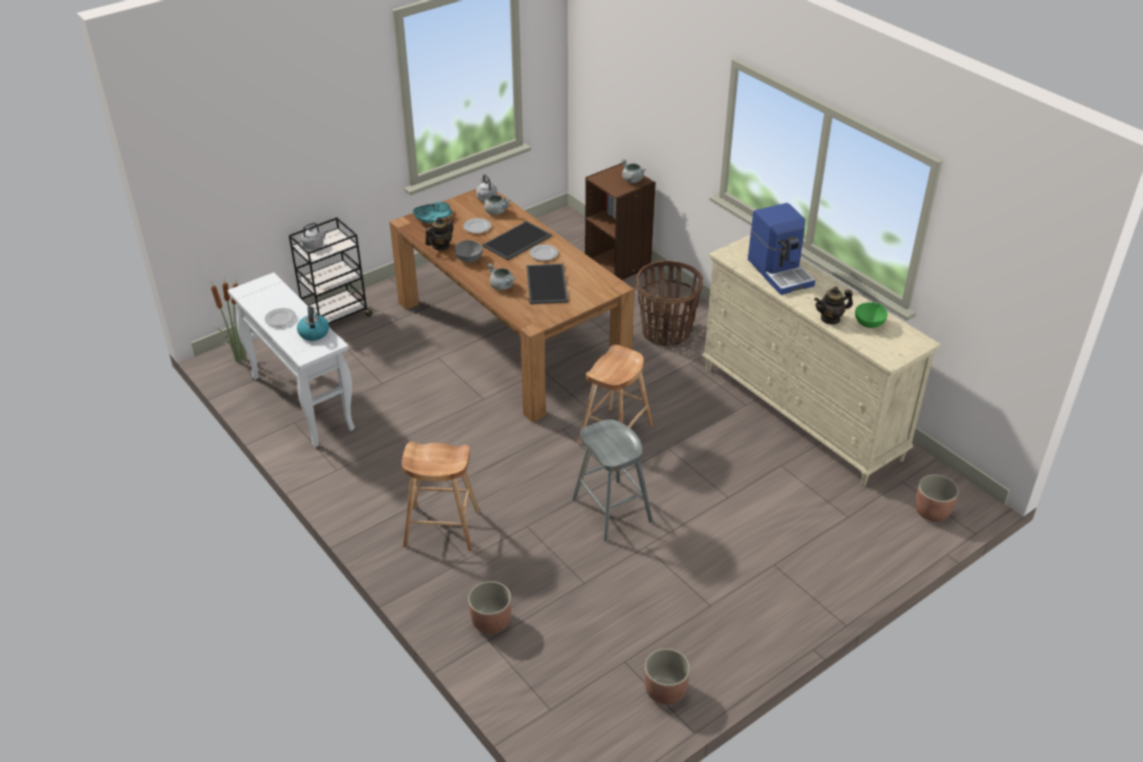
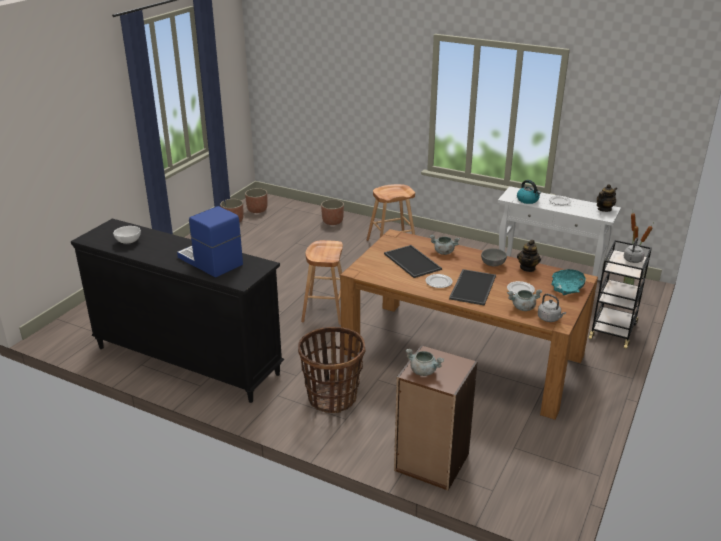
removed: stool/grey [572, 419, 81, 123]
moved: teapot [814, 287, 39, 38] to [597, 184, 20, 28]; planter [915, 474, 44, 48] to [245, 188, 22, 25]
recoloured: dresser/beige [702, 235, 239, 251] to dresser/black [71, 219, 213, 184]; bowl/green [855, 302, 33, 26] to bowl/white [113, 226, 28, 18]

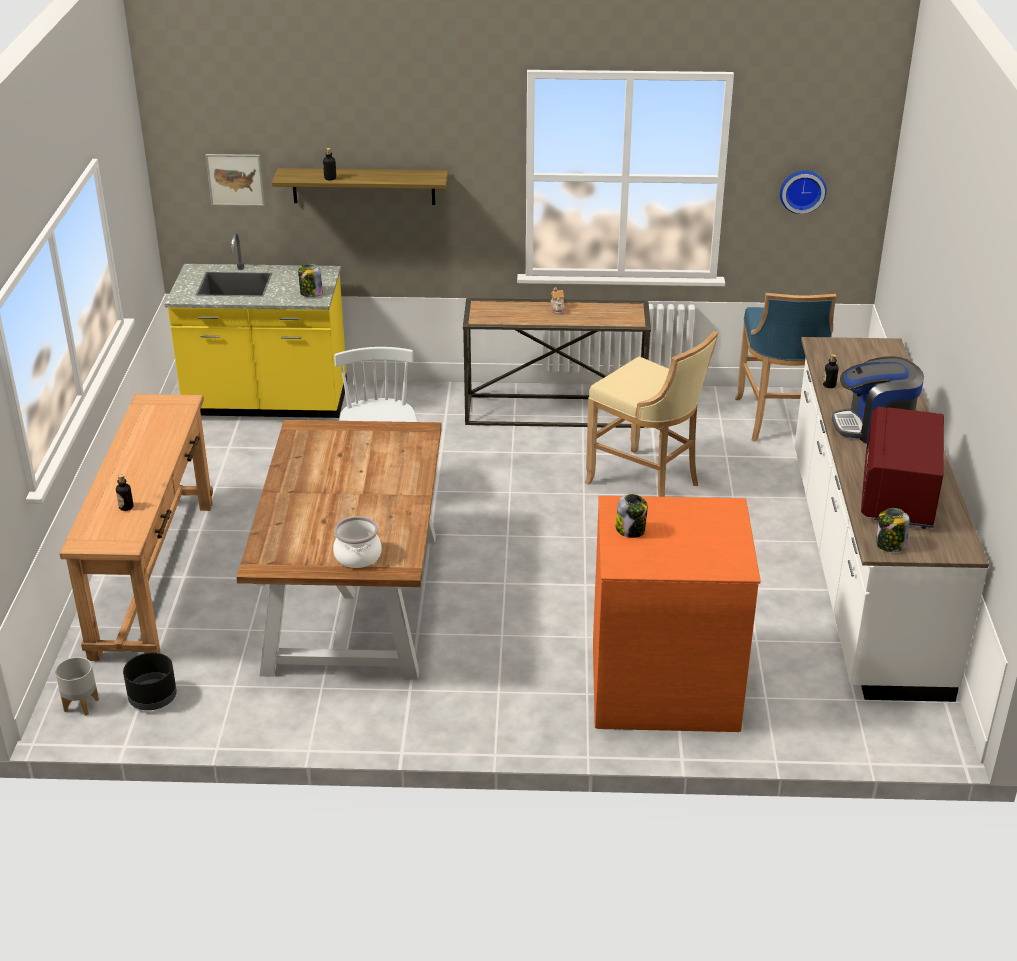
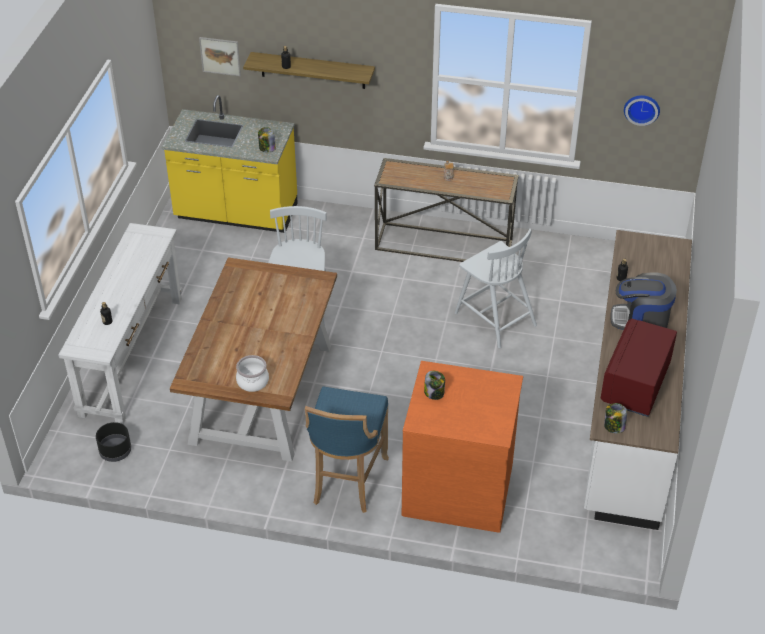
removed: planter/grey [55, 657, 44, 59]
moved: stool/blue [735, 293, 101, 149] to [305, 387, 84, 126]
replaced: stool/beige [584, 331, 134, 166] to chair/white [455, 229, 82, 119]
recoloured: console table/brown [59, 394, 154, 267] to console table/white [58, 223, 124, 201]

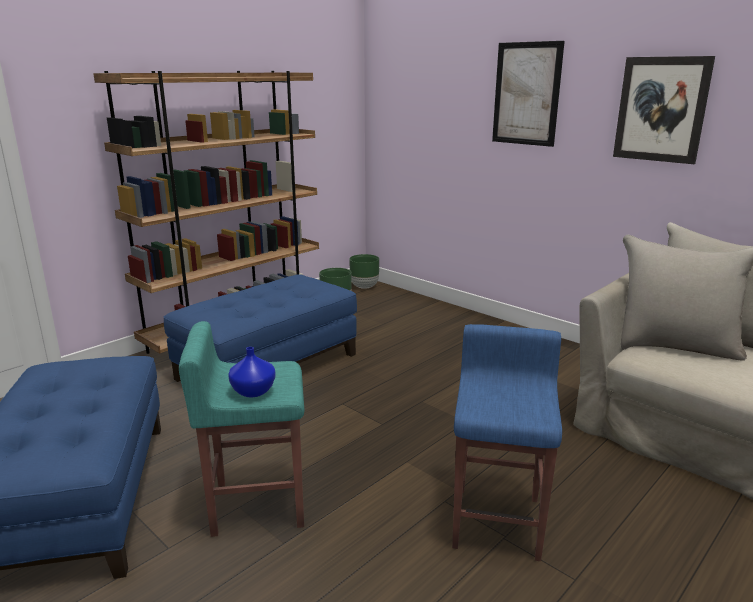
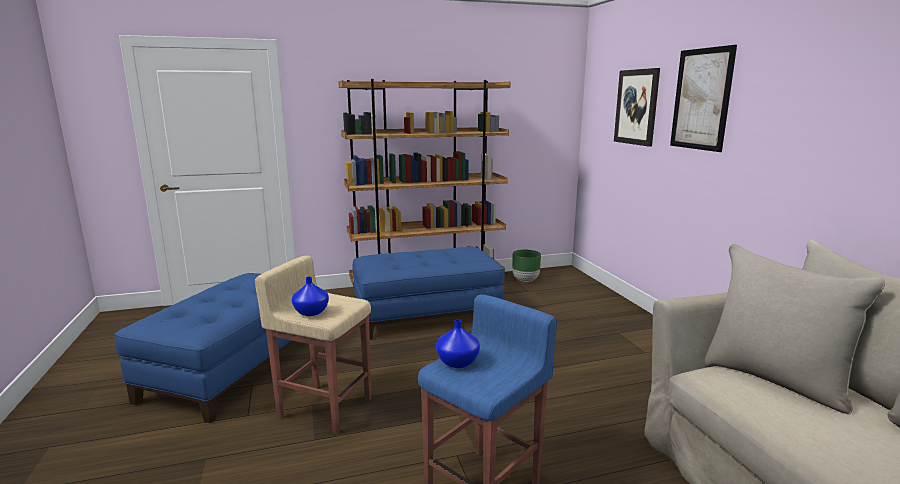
removed: planter/green [349, 254, 30, 35]
added: vase/blue [436, 319, 44, 49]
moved: picture [613, 56, 102, 108] to [614, 68, 46, 79]
recoloured: stool/turquoise [179, 321, 125, 216] to stool/beige [255, 256, 116, 178]

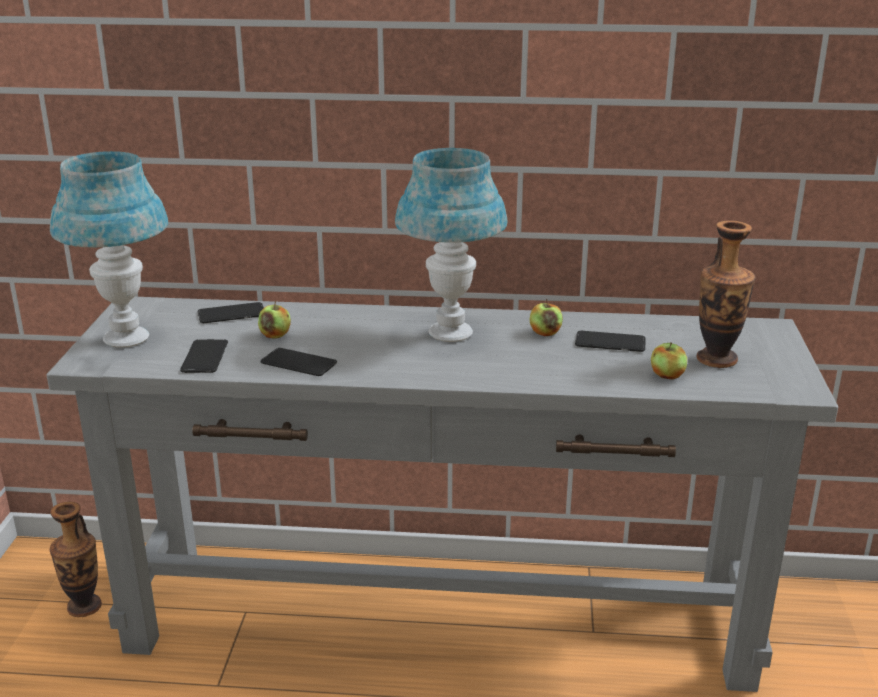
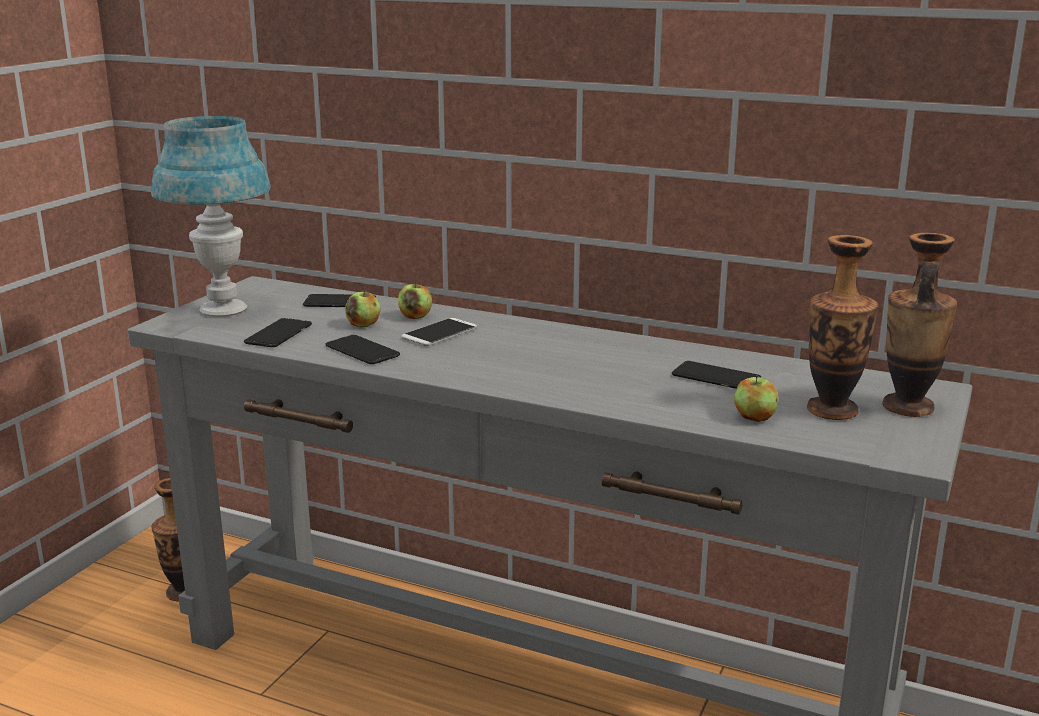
removed: table lamp/blue [395, 148, 113, 194]
added: phone [402, 318, 75, 28]; vase [882, 233, 75, 184]
moved: apple [529, 299, 34, 37] to [398, 279, 34, 40]

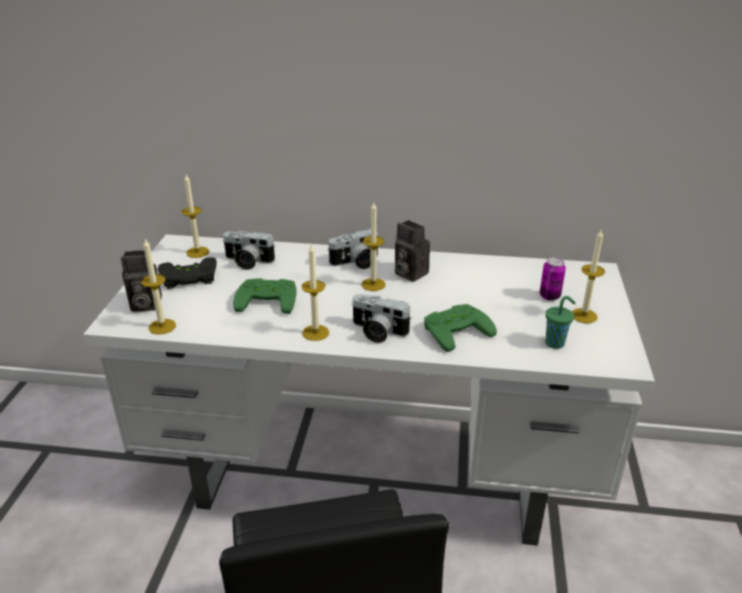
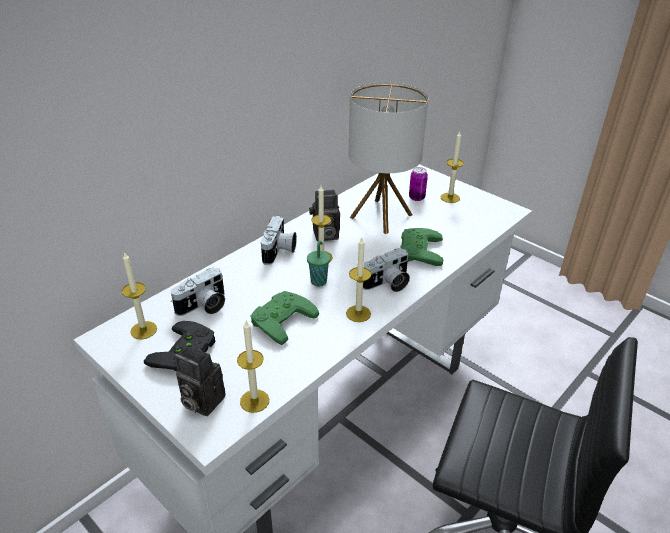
added: table lamp [349, 82, 79, 152]
moved: cup/green [545, 296, 31, 53] to [307, 241, 23, 46]
turned: photo camera [121, 250, 41, 62] = [175, 345, 51, 71] 90 degrees clockwise

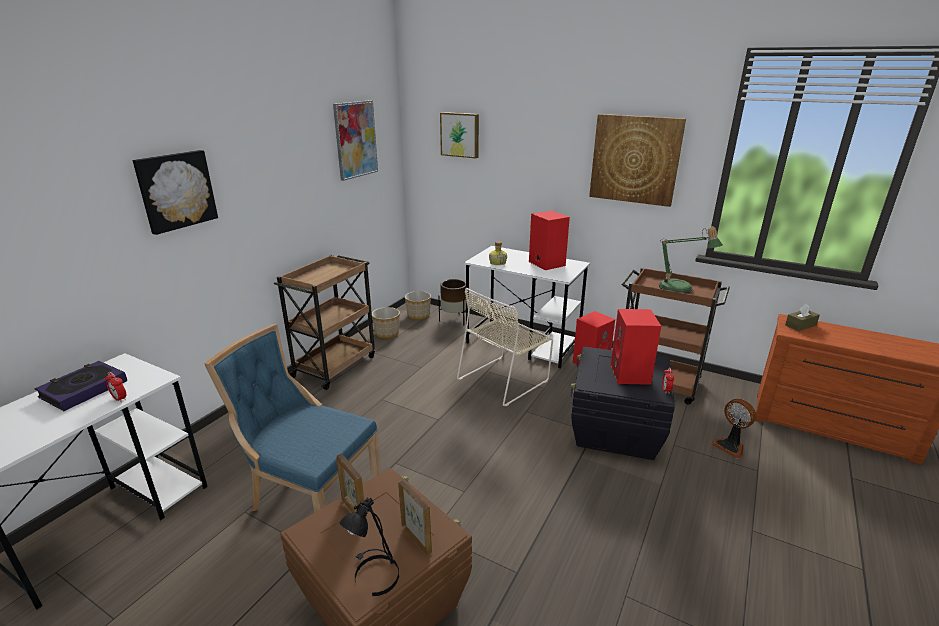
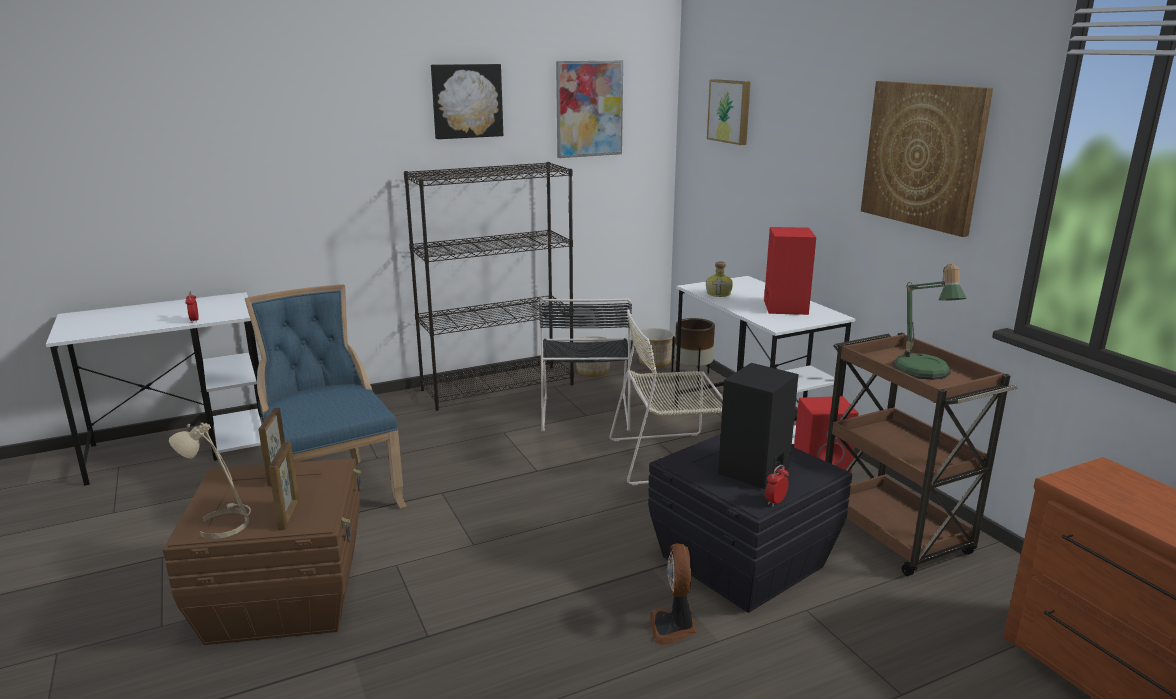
removed: book [34, 361, 93, 50]; tissue box/brown [785, 303, 35, 28]
added: chair/black [539, 298, 93, 134]
moved: picture [133, 150, 85, 85] to [431, 64, 72, 75]; fan [711, 399, 45, 59] to [650, 543, 47, 102]
replaced: cart/brown [274, 255, 101, 135] to bookcase/black [404, 162, 170, 249]
recoloured: table lamp/black [340, 497, 59, 99] to table lamp/beige [169, 422, 82, 117]; speaker/red [611, 309, 50, 76] to speaker/black [718, 363, 81, 126]

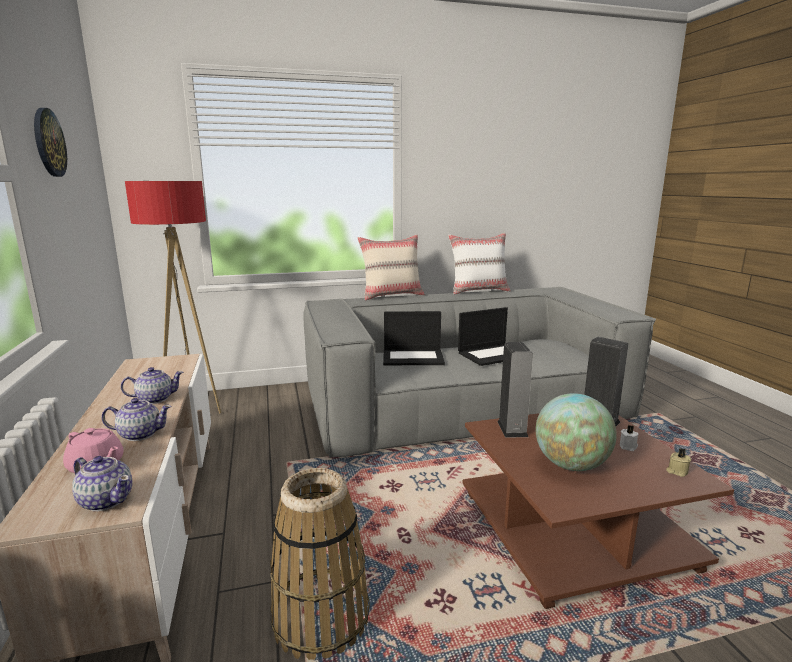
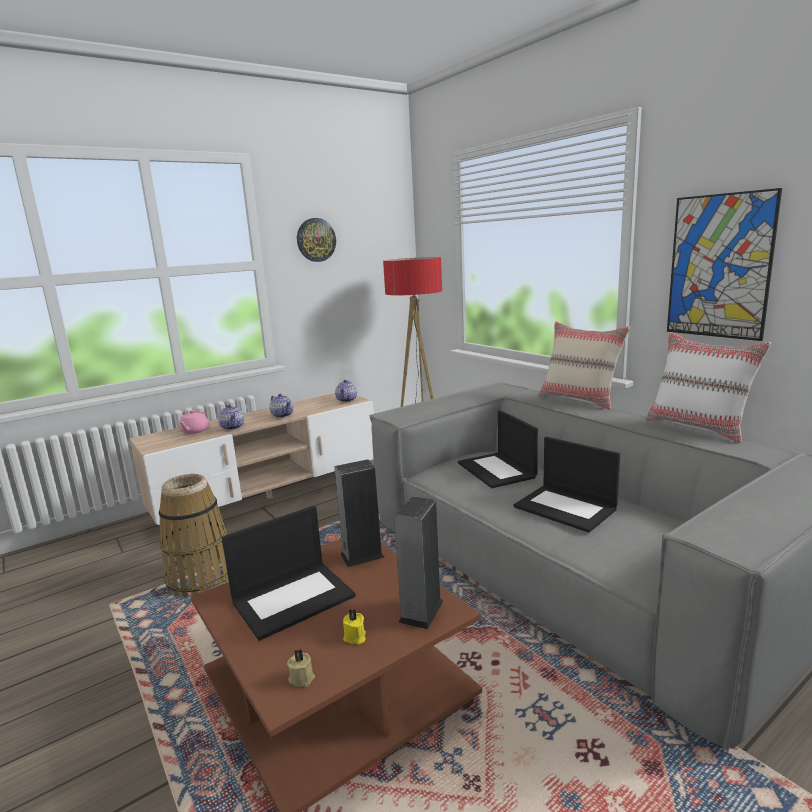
added: picture [667, 188, 115, 153]
moved: teapot [72, 456, 61, 55] to [335, 380, 22, 22]
replaced: globe [536, 393, 81, 78] to laptop [222, 506, 134, 135]
recoloured: candle/white [620, 425, 18, 26] to candle/yellow [343, 608, 23, 37]

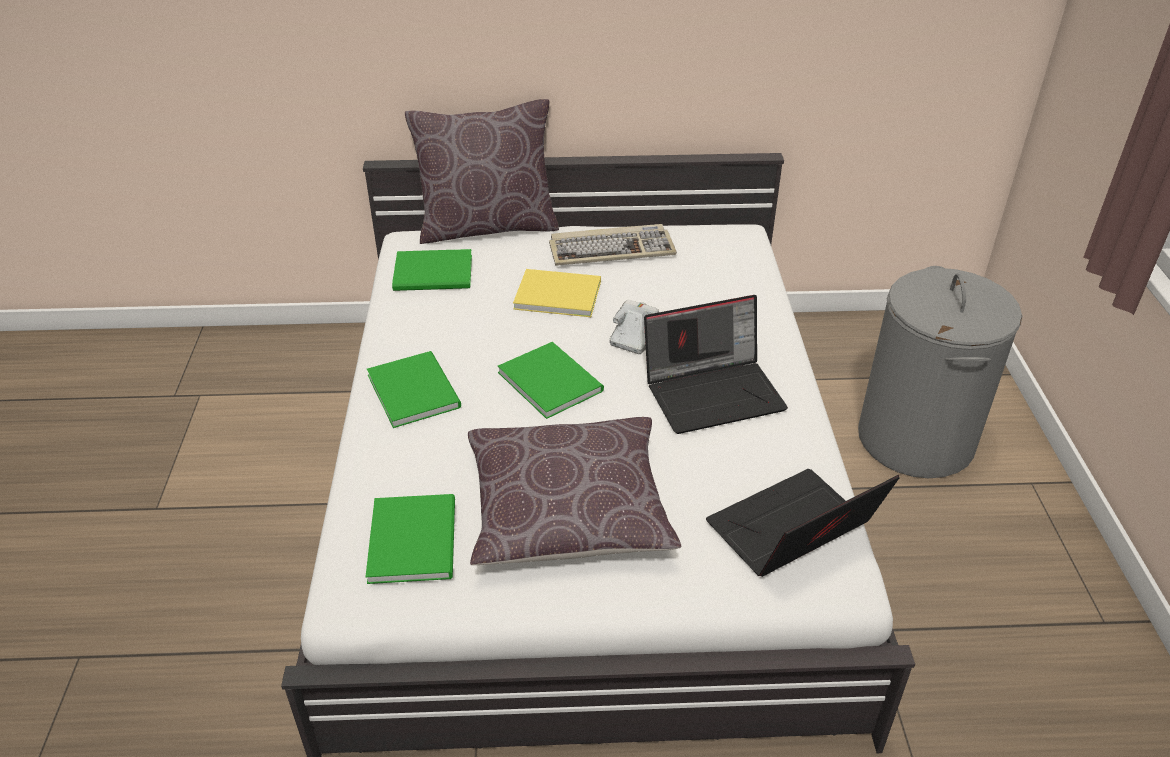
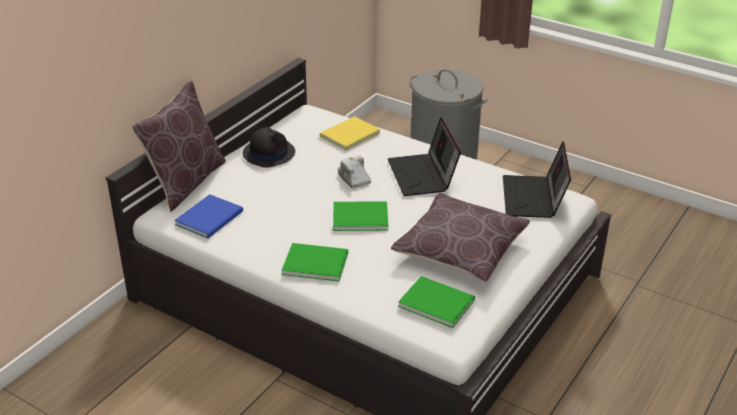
moved: book/yellow [513, 269, 88, 48] to [320, 116, 60, 35]
replaced: keyboard [549, 224, 128, 42] to hat/black [243, 127, 52, 41]
recoloured: book/green [392, 249, 80, 42] to book/blue [174, 194, 69, 44]
turned: laptop [644, 295, 144, 139] = [388, 117, 73, 79] 150 degrees clockwise

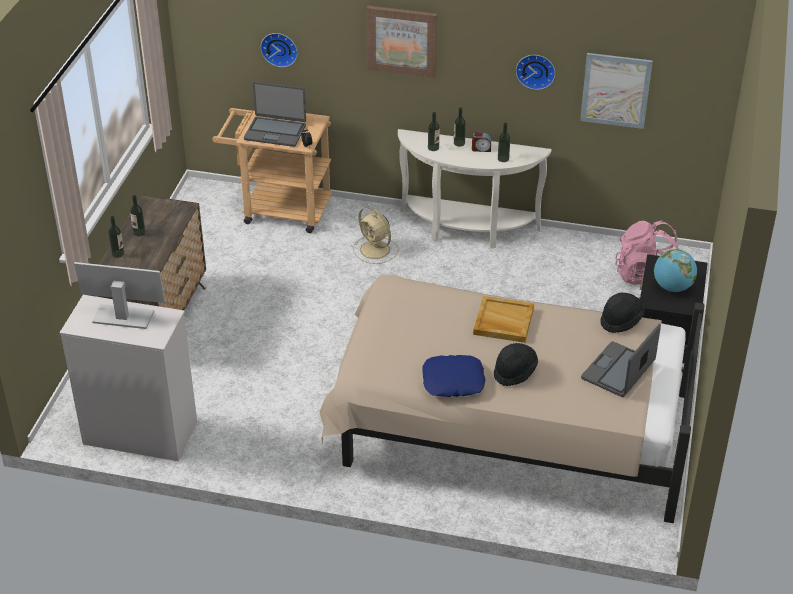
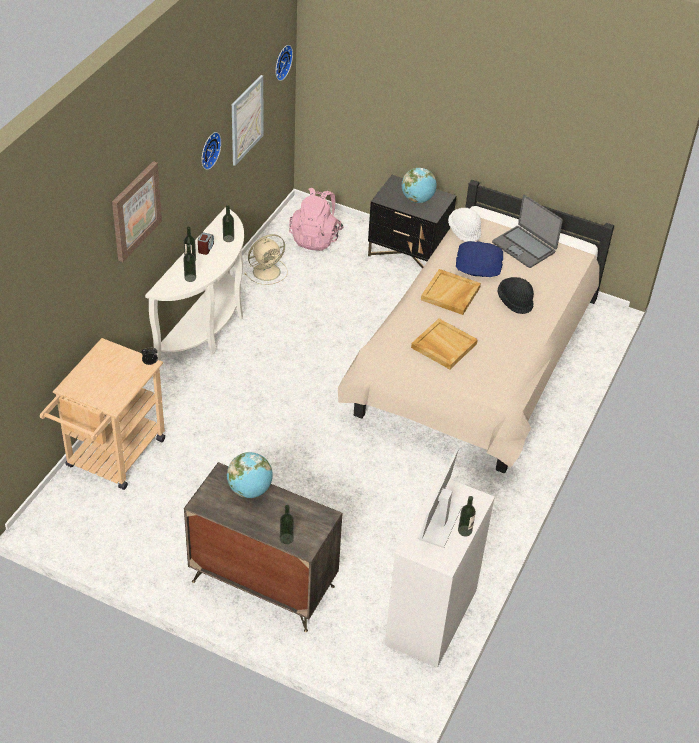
removed: laptop [244, 82, 62, 65]
added: globe [227, 452, 46, 46]; tray/beige [411, 319, 67, 50]
moved: bottle [130, 195, 16, 41] to [458, 496, 18, 40]; wall clock [260, 33, 38, 34] to [275, 45, 18, 36]; fan/beige [353, 207, 46, 57] to [244, 234, 43, 51]; pillow/blue [422, 355, 63, 42] to [456, 241, 47, 36]
recoloured: hat/black [600, 293, 44, 40] to hat/white [448, 208, 33, 34]

